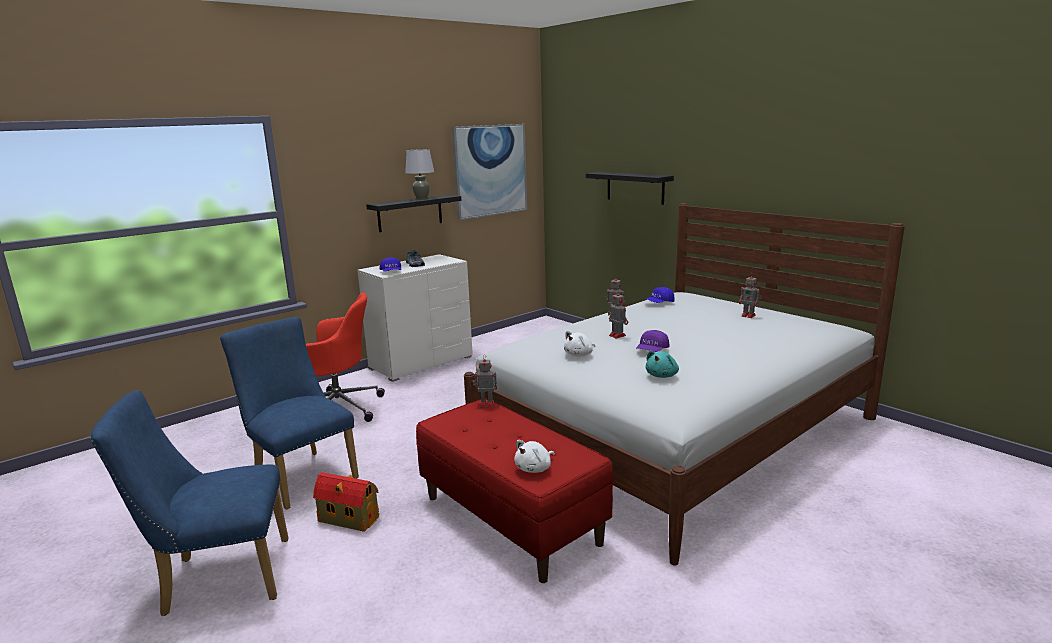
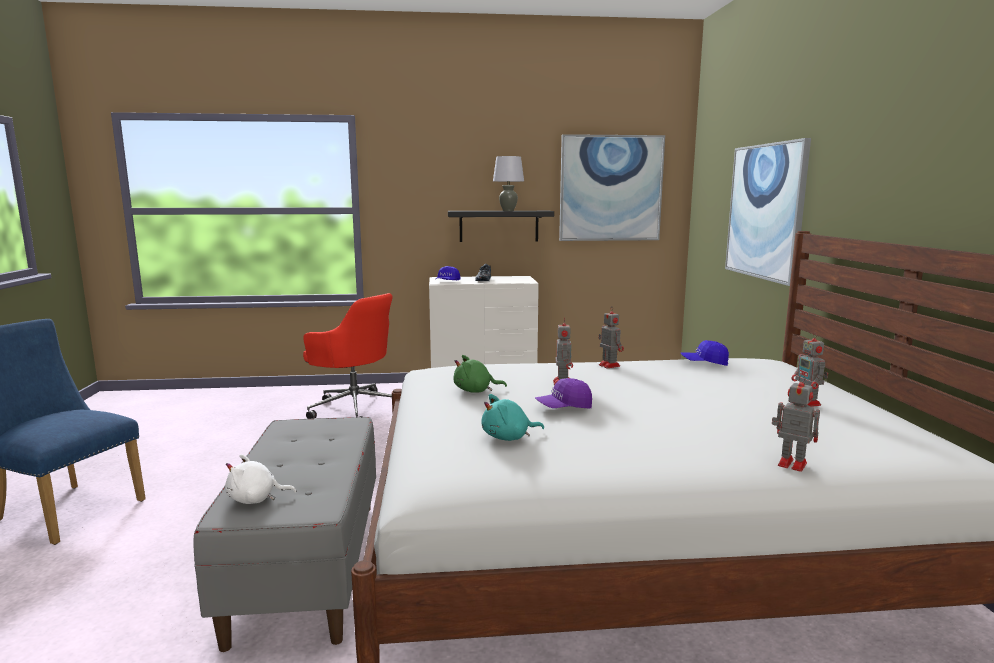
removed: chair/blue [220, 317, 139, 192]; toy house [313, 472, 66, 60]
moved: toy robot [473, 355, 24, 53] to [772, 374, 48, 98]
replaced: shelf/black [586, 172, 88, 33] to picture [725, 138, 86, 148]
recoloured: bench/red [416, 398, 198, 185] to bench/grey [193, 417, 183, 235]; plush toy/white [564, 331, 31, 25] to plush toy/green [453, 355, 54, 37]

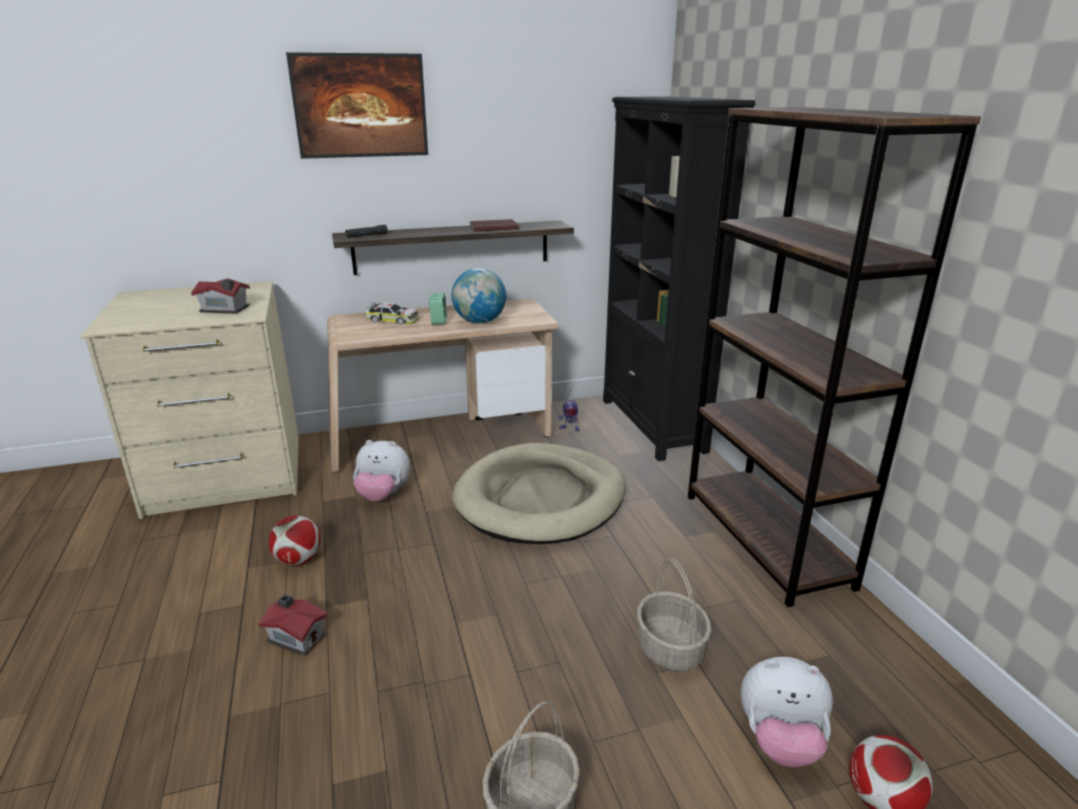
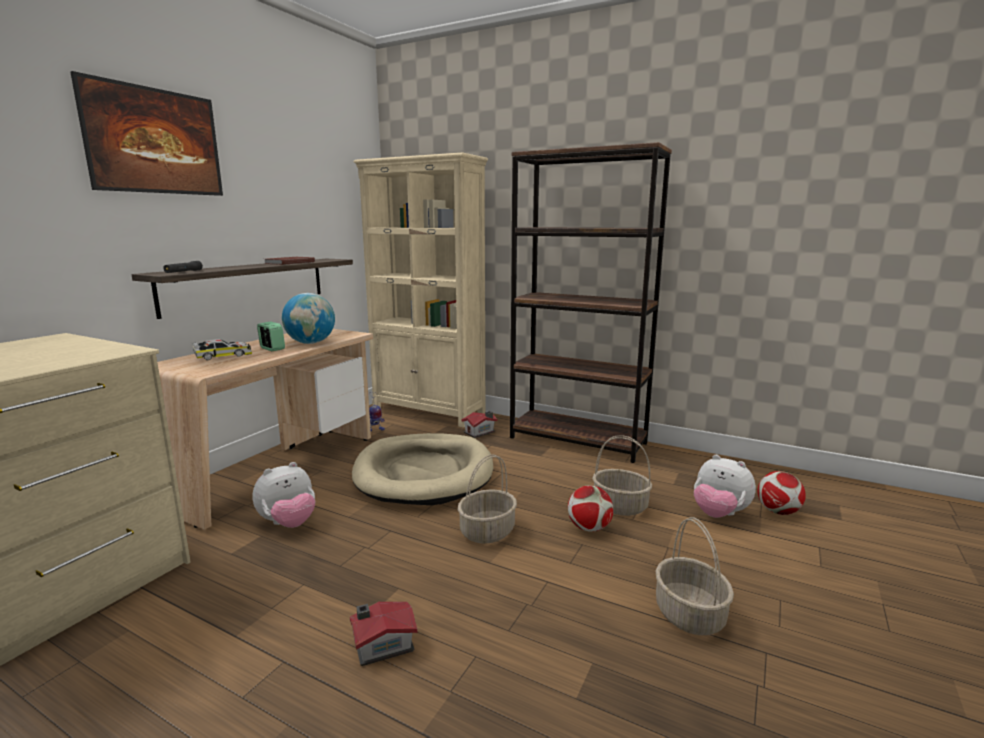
added: basket [458, 454, 59, 90]
moved: toy house [191, 278, 59, 36] to [461, 411, 36, 27]; football [269, 516, 52, 50] to [568, 485, 45, 47]
recoloured: bookcase/black [603, 96, 152, 365] to bookcase/beige [353, 152, 135, 276]
turned: plush toy [741, 657, 92, 110] = [694, 455, 62, 63] 75 degrees clockwise

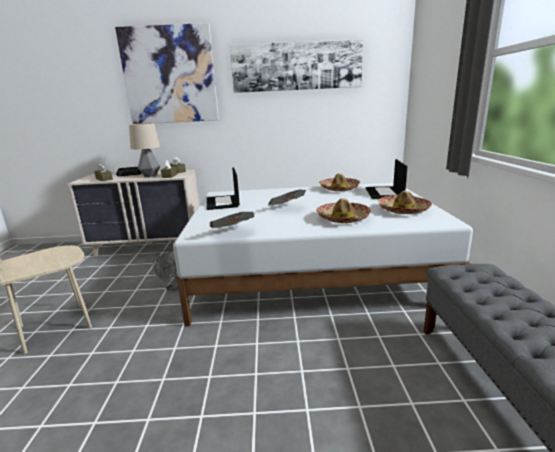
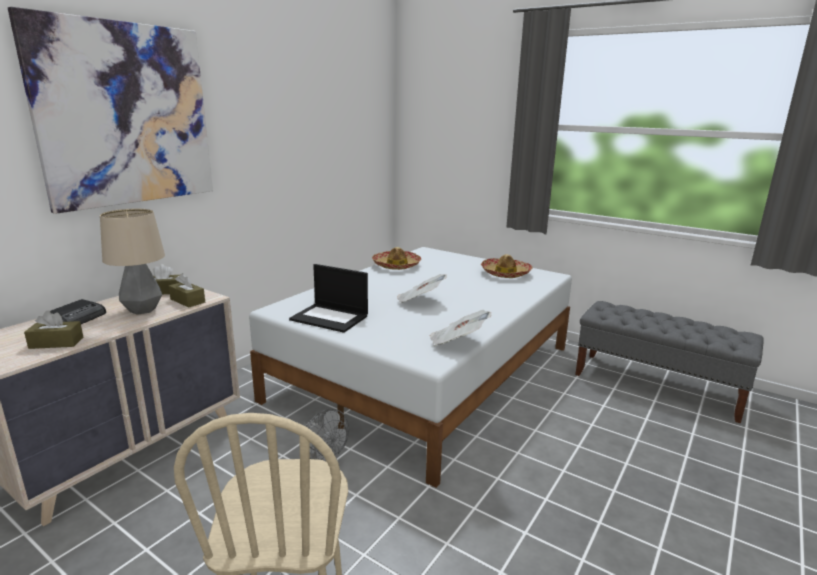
removed: picture [230, 39, 133, 54]; hat [316, 198, 55, 25]; laptop [365, 159, 43, 40]

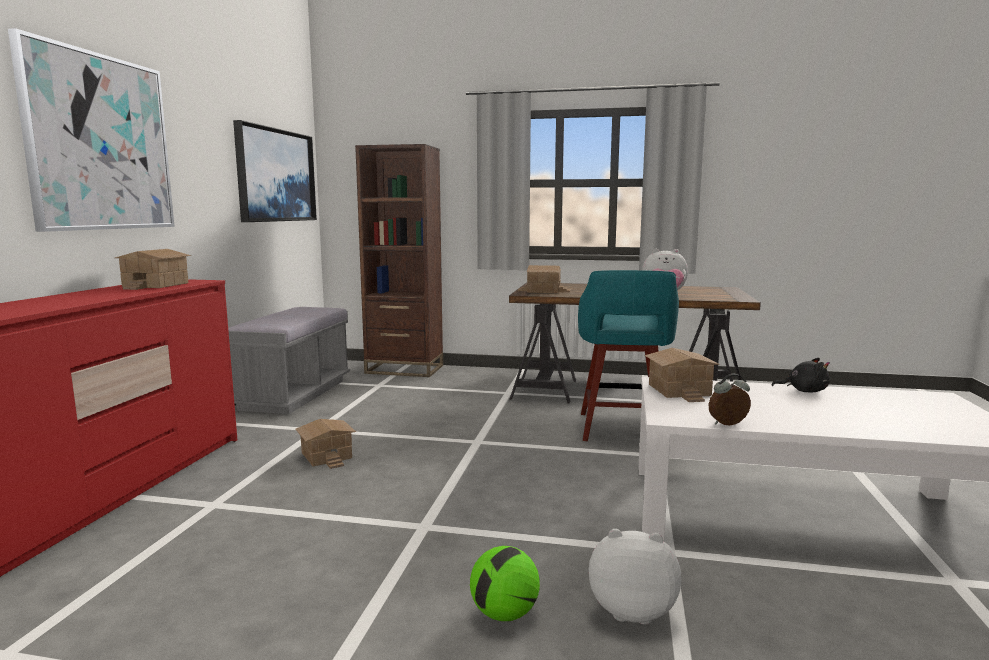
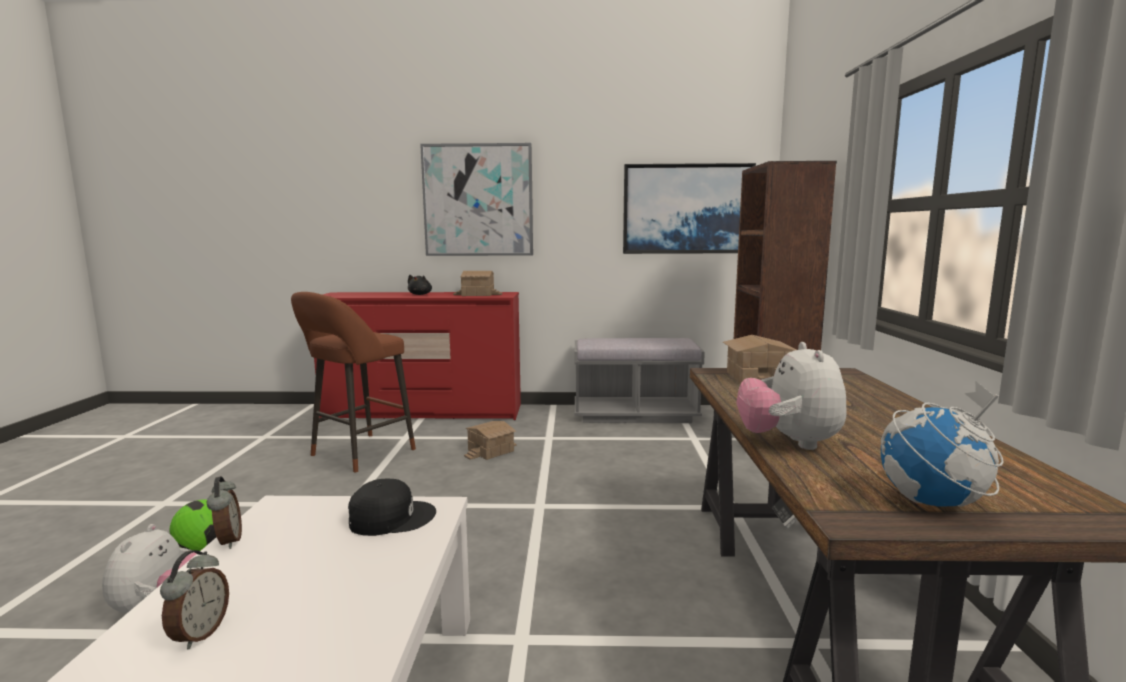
removed: stool/turquoise [578, 270, 101, 171]
added: alarm clock [160, 550, 69, 100]; stool/brown [291, 292, 125, 180]; globe [881, 381, 123, 126]
moved: plush toy/black [771, 358, 59, 35] to [408, 275, 24, 20]
replaced: toy house [645, 348, 75, 54] to cap/black [348, 479, 88, 57]

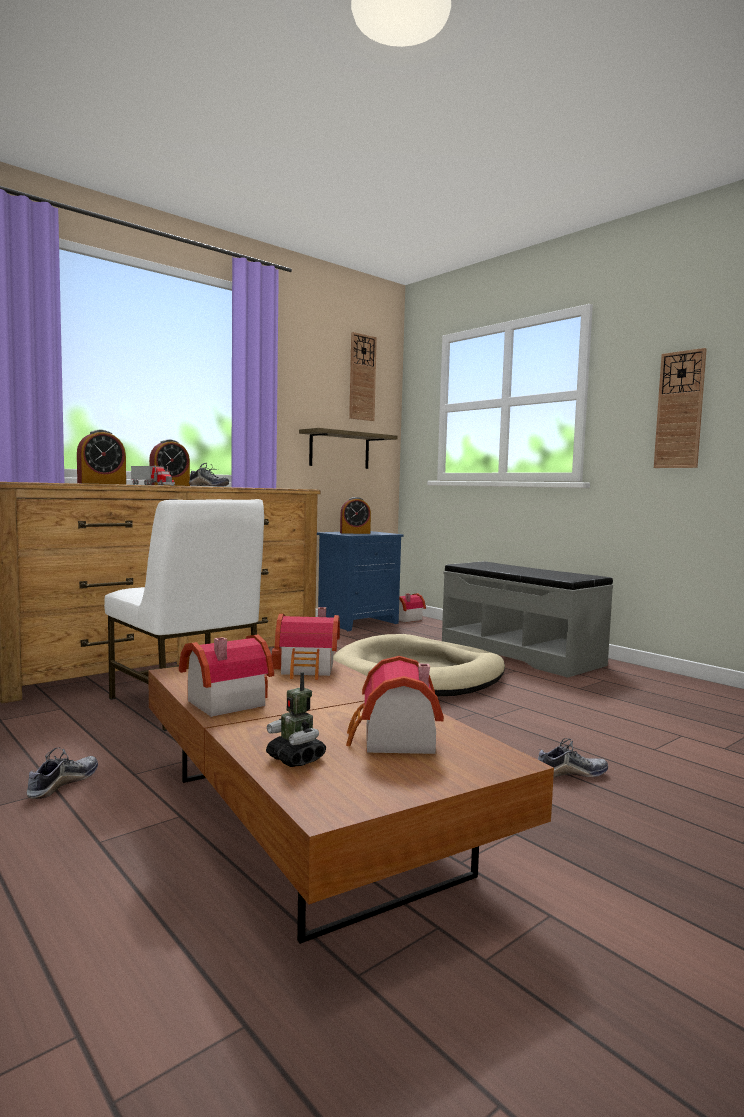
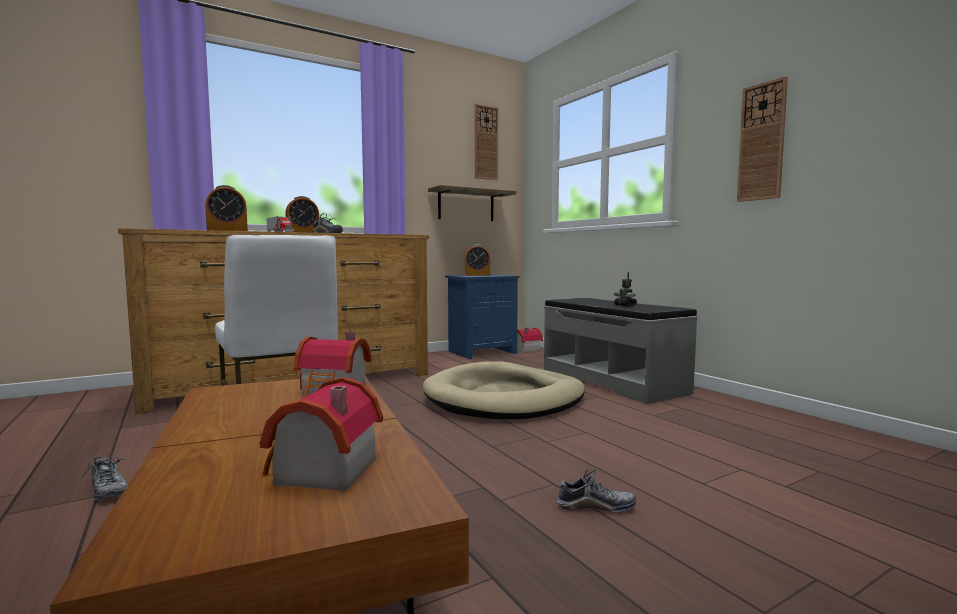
removed: toy house [179, 634, 95, 83]
moved: toy robot [266, 672, 60, 95] to [614, 272, 23, 34]
turned: shoe [27, 747, 71, 52] = [82, 453, 47, 48] 105 degrees clockwise

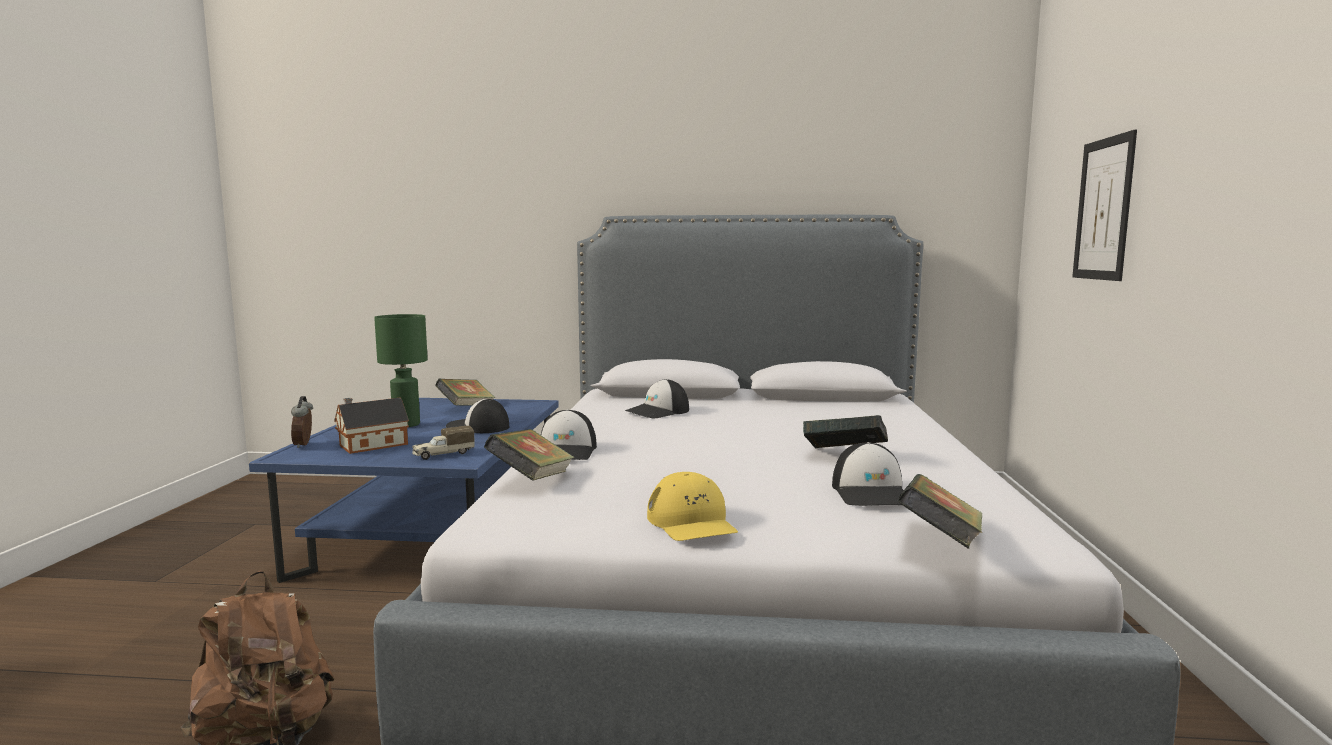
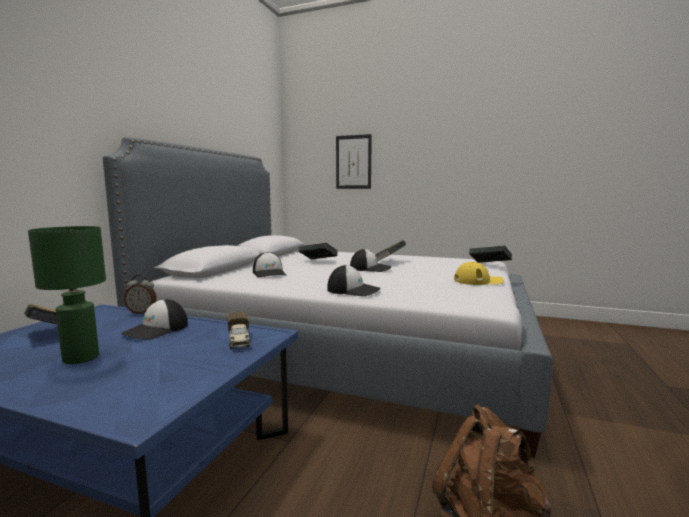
removed: toy house [334, 398, 75, 56]
moved: alarm clock [291, 396, 22, 52] to [124, 275, 33, 39]; book [484, 429, 90, 52] to [298, 243, 40, 17]; cap [832, 442, 72, 64] to [350, 249, 42, 23]

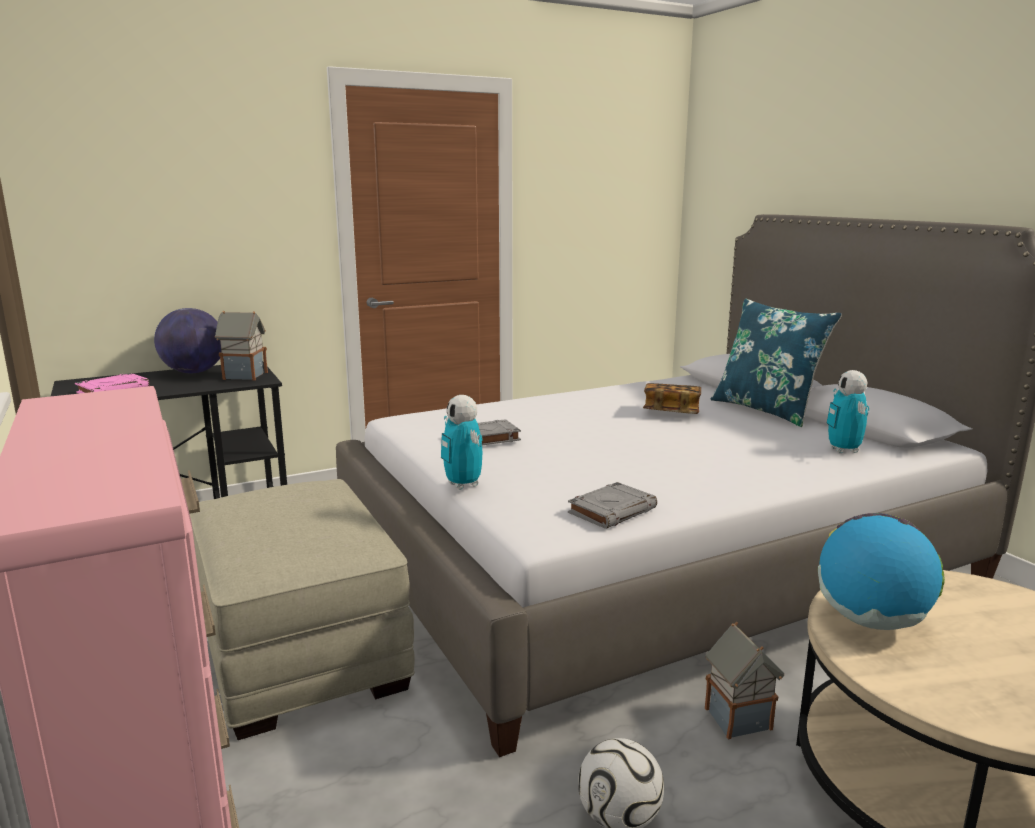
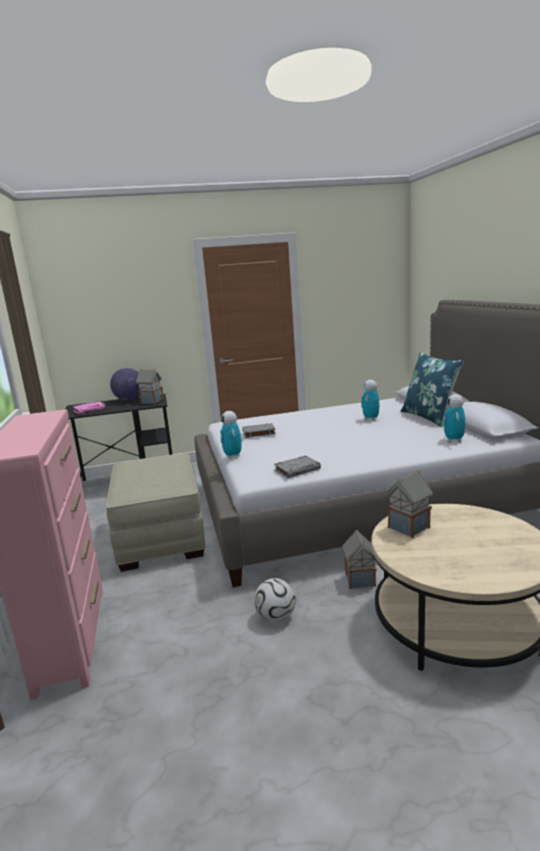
replaced: book [643, 383, 58, 31] to toy robot [361, 380, 18, 41]; globe [818, 513, 127, 117] to toy house [385, 470, 48, 68]

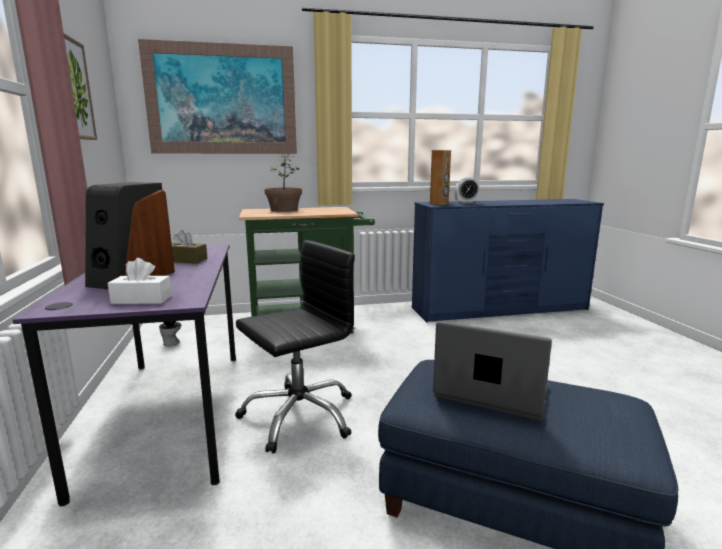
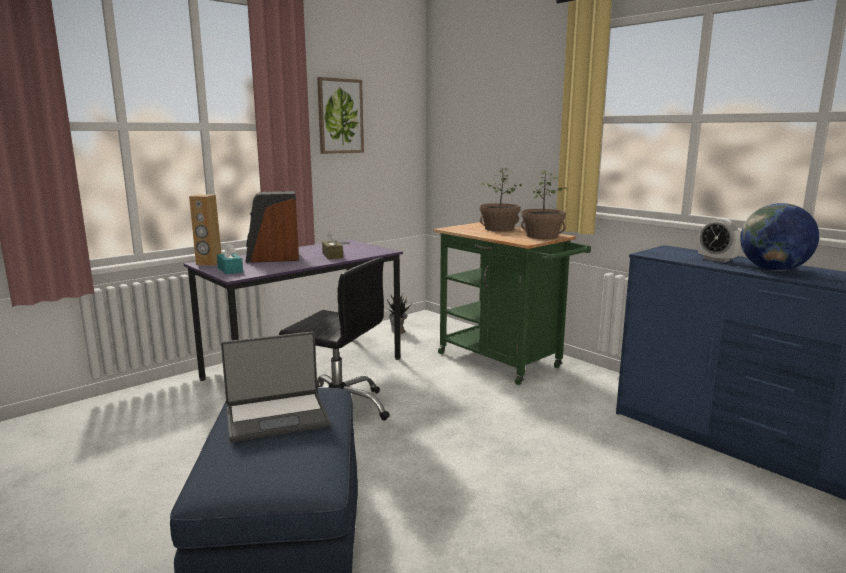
removed: picture [138, 39, 159, 115]
added: potted plant [521, 171, 45, 68]; globe [740, 203, 79, 68]
moved: speaker/brown [430, 150, 21, 55] to [189, 194, 32, 72]
recoloured: tissue box/white [108, 258, 64, 46] to tissue box/turquoise [217, 242, 26, 32]
turned: laptop [433, 321, 119, 100] = [221, 332, 109, 111] 75 degrees clockwise

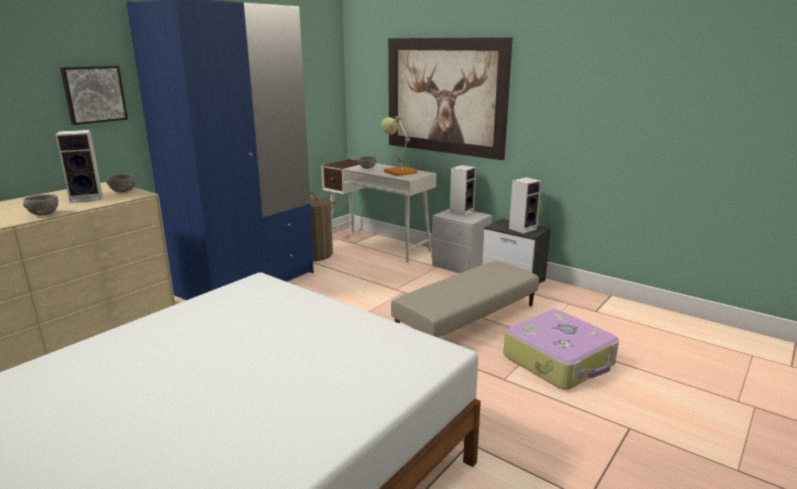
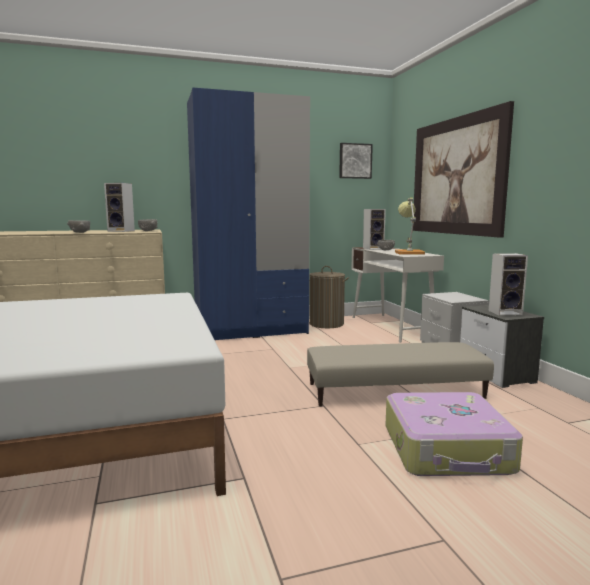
moved: picture [60, 66, 68, 59] to [339, 143, 34, 36]; speaker [450, 165, 26, 51] to [363, 209, 23, 41]

